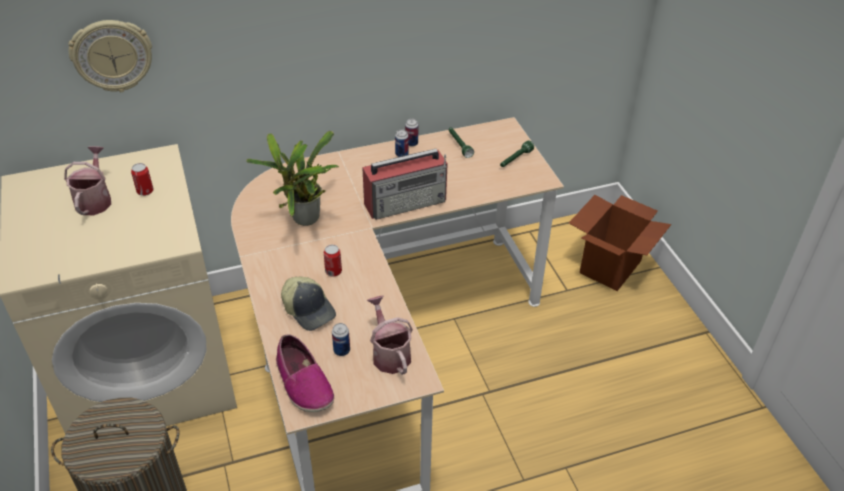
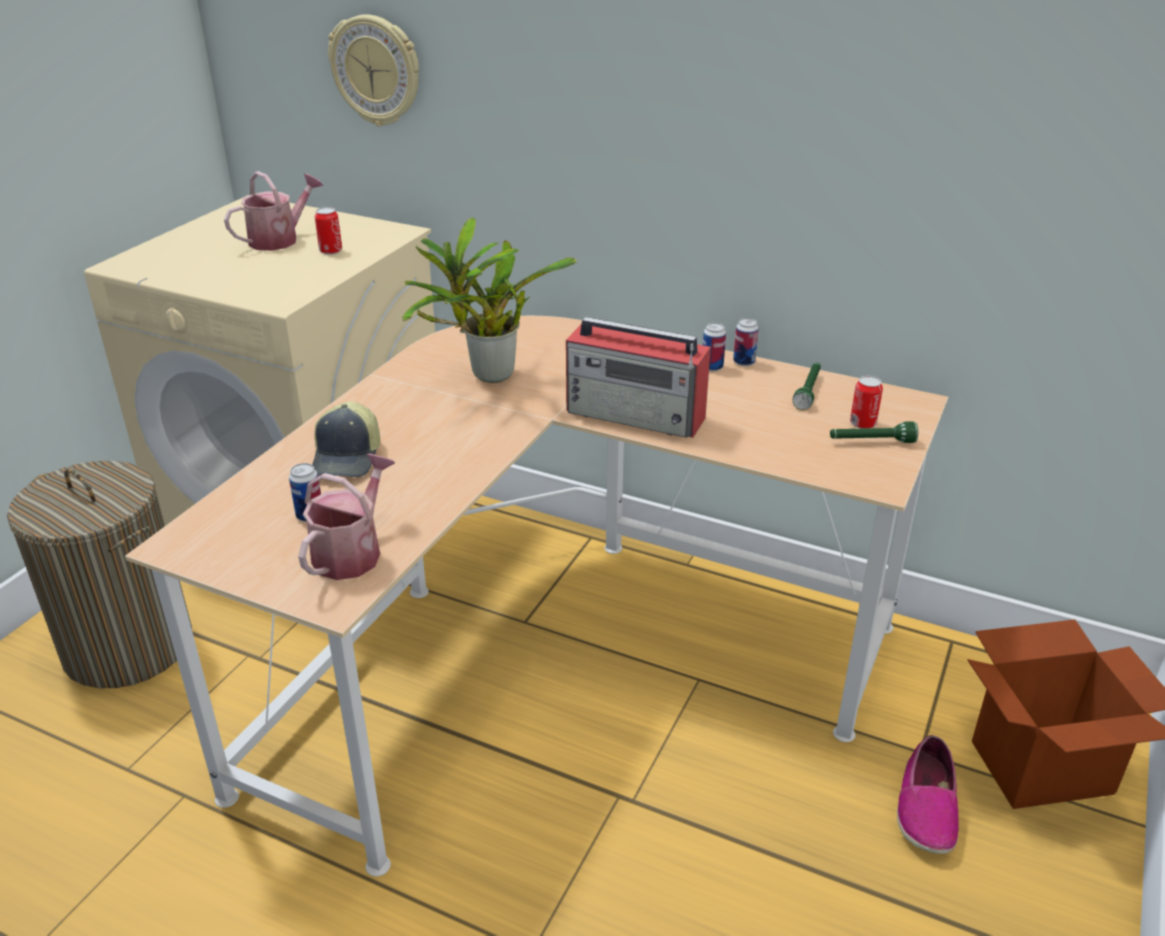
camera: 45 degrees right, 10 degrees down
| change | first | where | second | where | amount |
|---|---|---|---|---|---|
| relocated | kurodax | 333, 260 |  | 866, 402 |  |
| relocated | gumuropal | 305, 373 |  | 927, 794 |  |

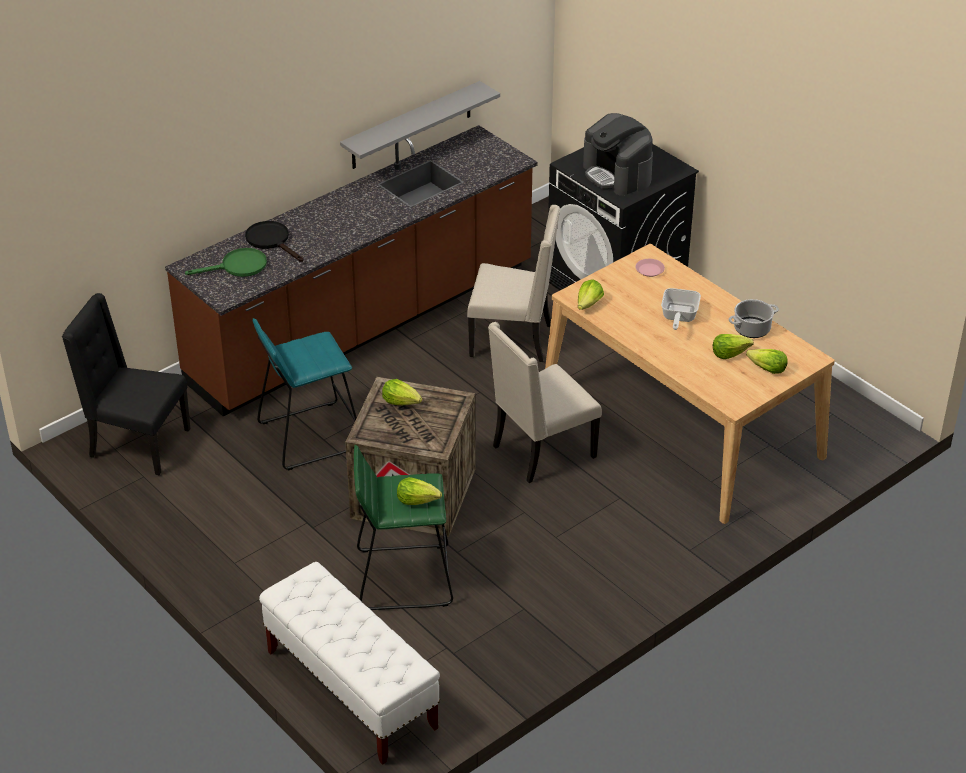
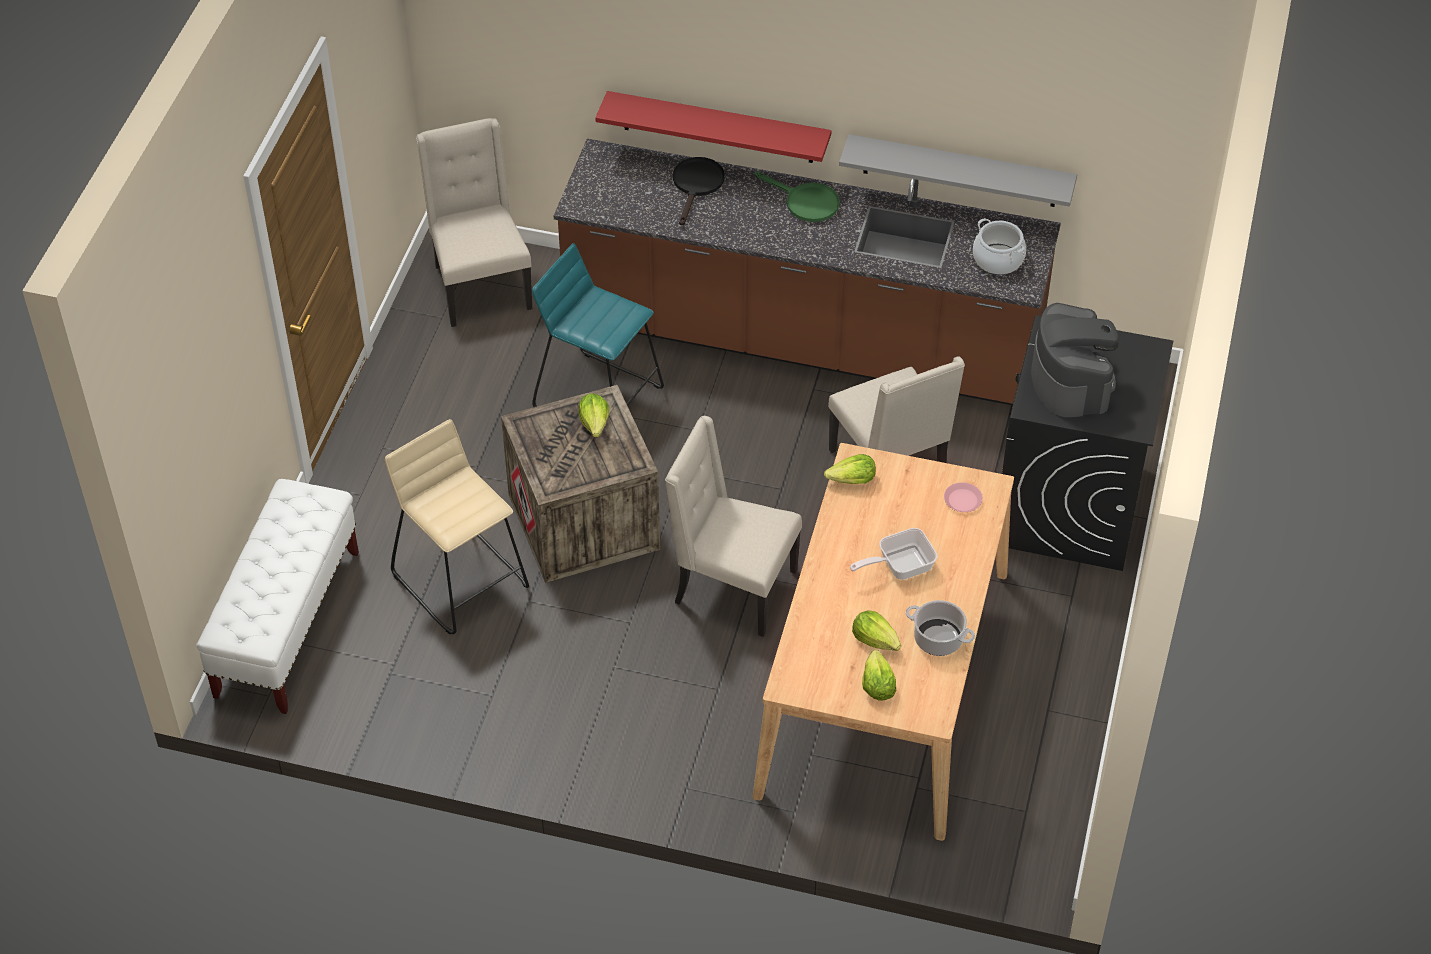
camera: 55 degrees right, 10 degrees up
| change | first | where | second | where | amount |
|---|---|---|---|---|---|
| spun | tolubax | 618, 154 |  | 1074, 360 | 150 degrees clockwise |
| relocated | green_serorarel | 226, 262 |  | 797, 196 |  |
| colour | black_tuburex | 126, 384 | beige_tuburex | 474, 222 |  |
| colour | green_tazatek | 403, 527 | beige_tazatek | 457, 526 |  |
| missing | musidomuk | 419, 491 |  |  |  |
| appeared |  |  | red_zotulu | 713, 127 |  |
| appeared |  |  | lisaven | 999, 246 |  |

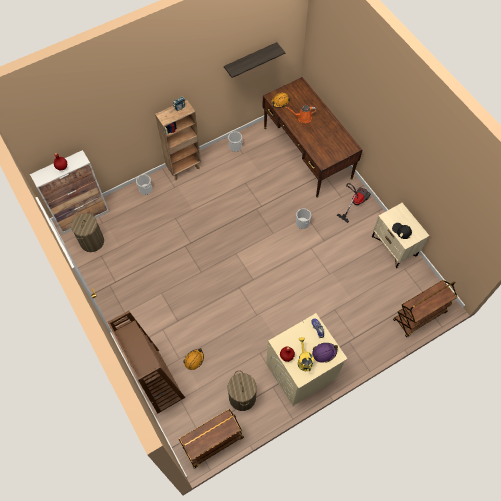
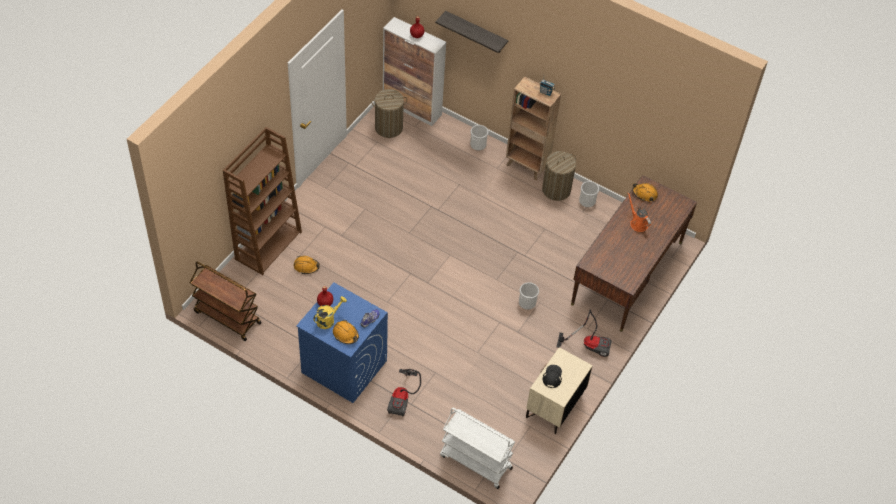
camera: 60 degrees right, 10 degrees down
| change | first | where | second | where | amount |
|---|---|---|---|---|---|
| relocated | zotulu | 254, 60 |  | 471, 32 |  |
| colour | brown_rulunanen | 425, 308 | white_rulunanen | 477, 448 |  |
| colour | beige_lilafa | 306, 359 | blue_lilafa | 342, 343 |  |
| colour | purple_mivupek | 325, 353 | orange_mivupek | 346, 332 |  |
| relocated | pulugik | 242, 390 |  | 559, 176 |  |
| appeared |  |  | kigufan | 404, 393 |  |

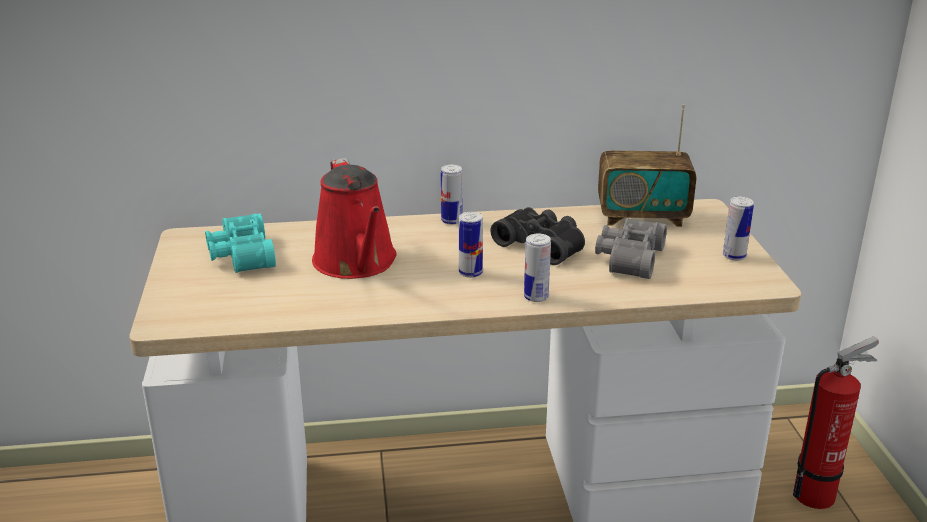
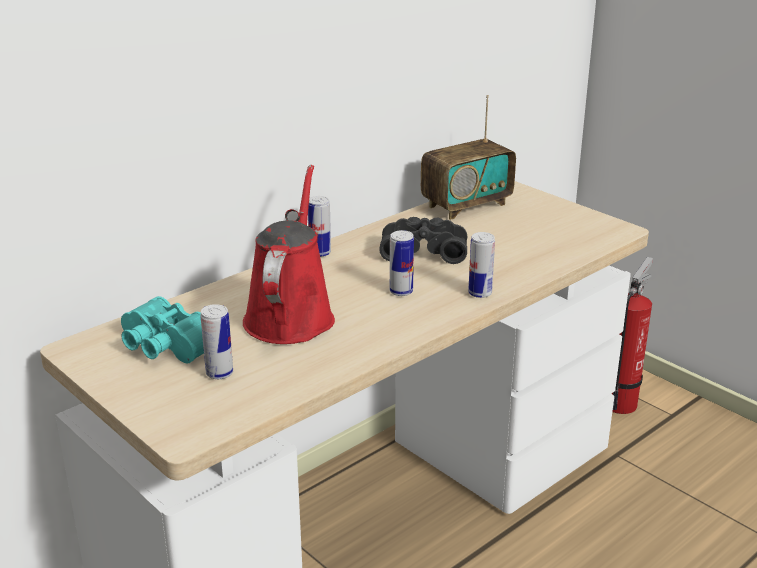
camera: 35 degrees left, 0 degrees up
| change | first | where | second | where | amount |
|---|---|---|---|---|---|
| spun | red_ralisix | 354, 218 |  | 289, 254 | 120 degrees counterclockwise |
| relocated | kurodax | 738, 229 |  | 216, 341 |  |
| missing | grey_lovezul | 631, 248 |  |  |  |

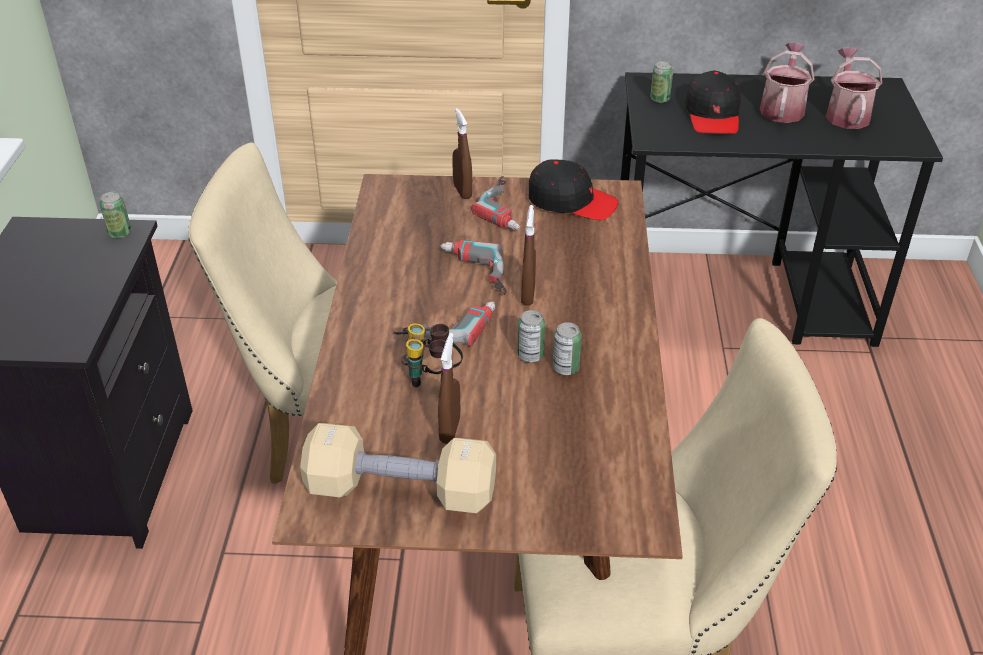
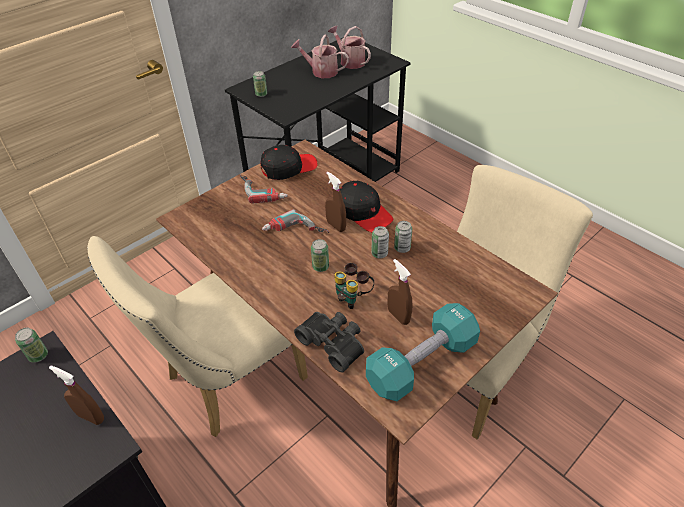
camera: 45 degrees left, 5 degrees up
| change | first | where | second | where | amount |
|---|---|---|---|---|---|
| spun | ralisix | 787, 83 |  | 320, 56 | 45 degrees counterclockwise |
| relocated | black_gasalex | 713, 102 |  | 366, 206 |  |
| relocated | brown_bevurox | 462, 153 |  | 76, 395 |  |
| exchanged | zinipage | 444, 324 | kurodax | 320, 255 |  |
| colour | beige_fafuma | 398, 468 | turquoise_fafuma | 423, 352 |  |
| appeared |  |  | black_lovezul | 329, 342 |  |

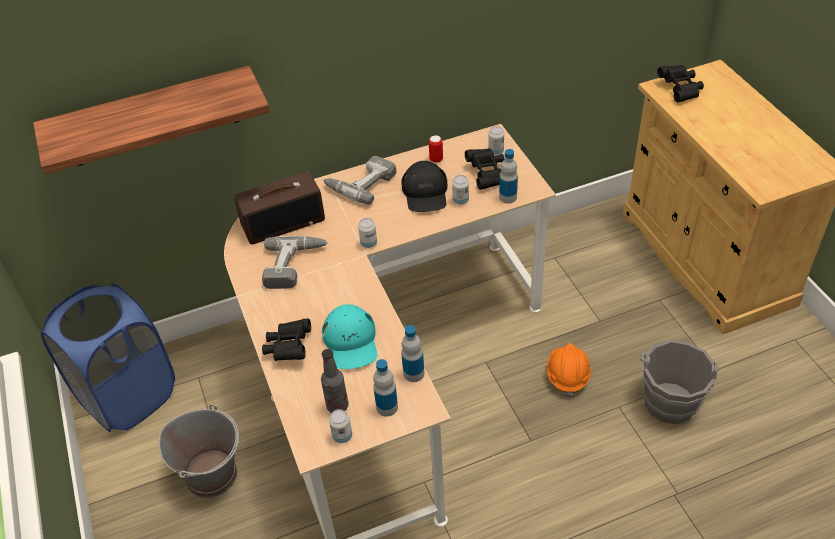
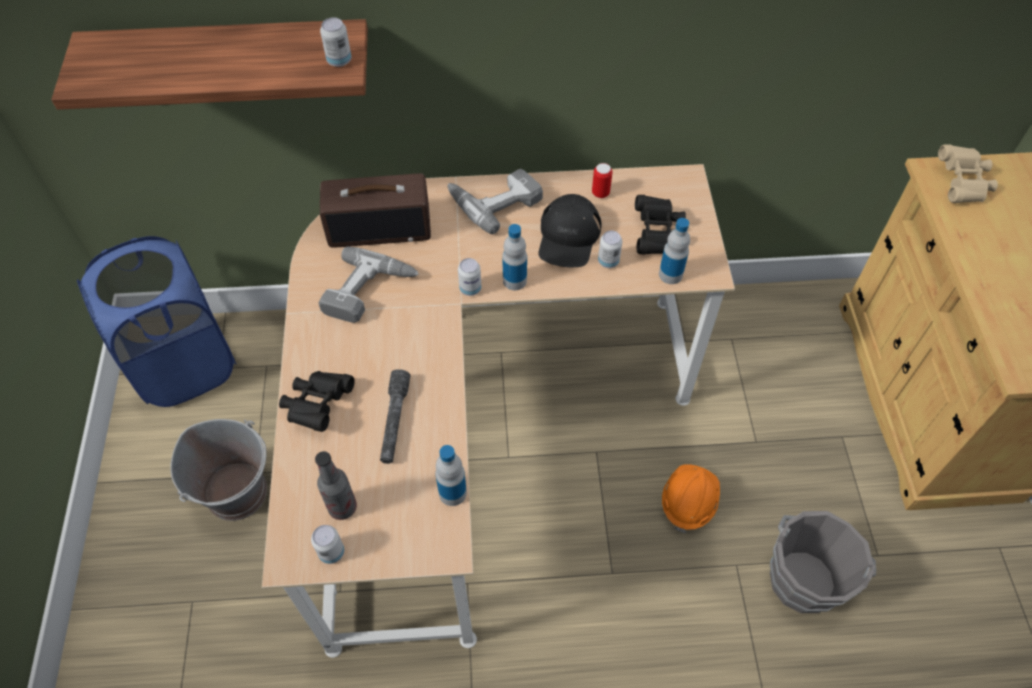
camera: 15 degrees right, 10 degrees up
| change | first | where | second | where | amount |
|---|---|---|---|---|---|
| colour | black_lovezul | 680, 83 | beige_lovezul | 968, 174 |  |
| relocated | kurodax | 496, 140 |  | 336, 42 |  |
| exchanged | turquoise_gasalex | 349, 336 | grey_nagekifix | 395, 416 |  |
| relocated | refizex | 385, 388 |  | 514, 257 |  |

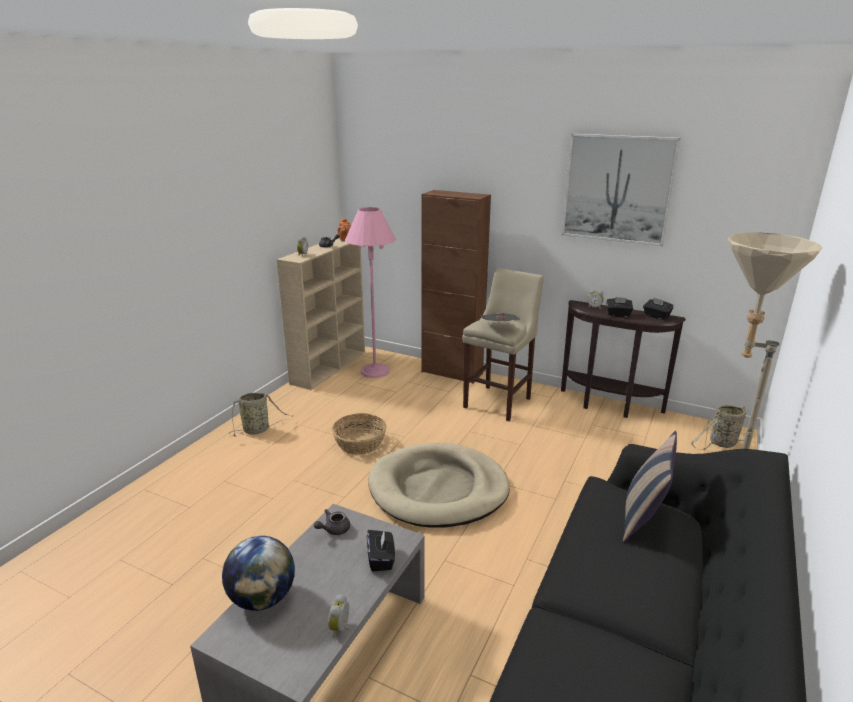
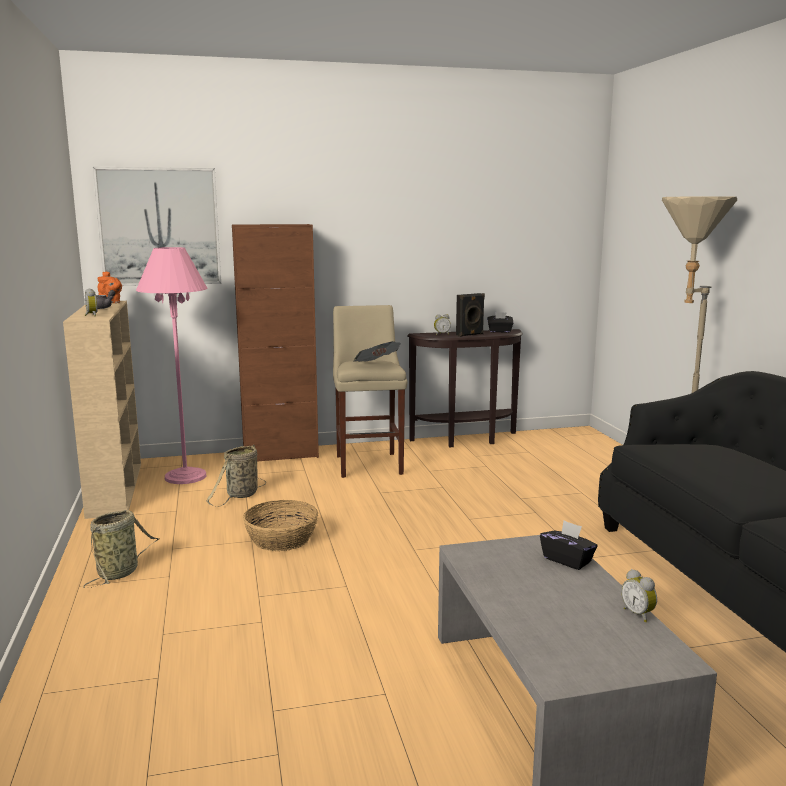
camera: 40 degrees left, 10 degrees down
| change | first | where | second | where | amount |
|---|---|---|---|---|---|
| relocated | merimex | 621, 190 |  | 157, 226 |  |
| exchanged | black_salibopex | 619, 307 | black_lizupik | 470, 315 |  |
| relocated | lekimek | 718, 427 |  | 236, 476 |  |
| missing | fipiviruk | 650, 487 |  |  |  |
| missing | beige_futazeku | 439, 485 |  |  |  |
| missing | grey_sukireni | 332, 522 |  |  |  |
| missing | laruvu | 258, 573 |  |  |  |

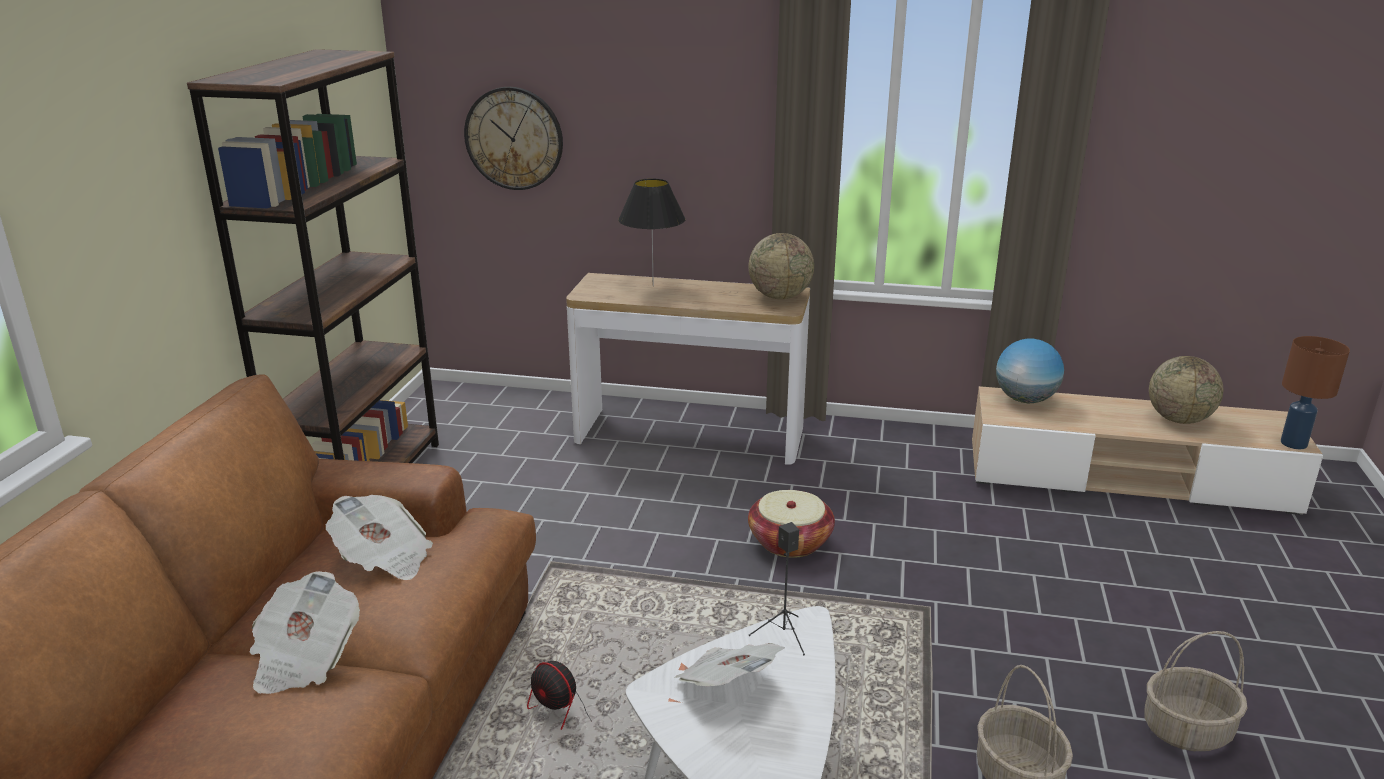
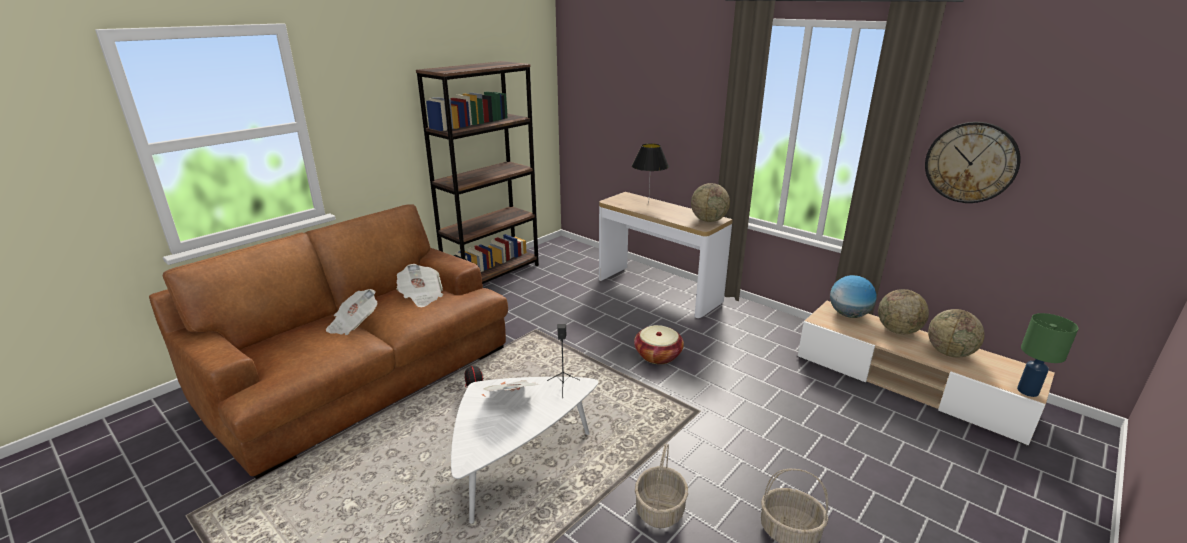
camera: 30 degrees right, 0 degrees up
| change | first | where | second | where | amount |
|---|---|---|---|---|---|
| relocated | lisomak | 513, 138 |  | 973, 162 |  |
| colour | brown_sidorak | 1315, 392 | green_sidorak | 1048, 355 |  |
| appeared |  |  | laruvu | 903, 311 |  |

